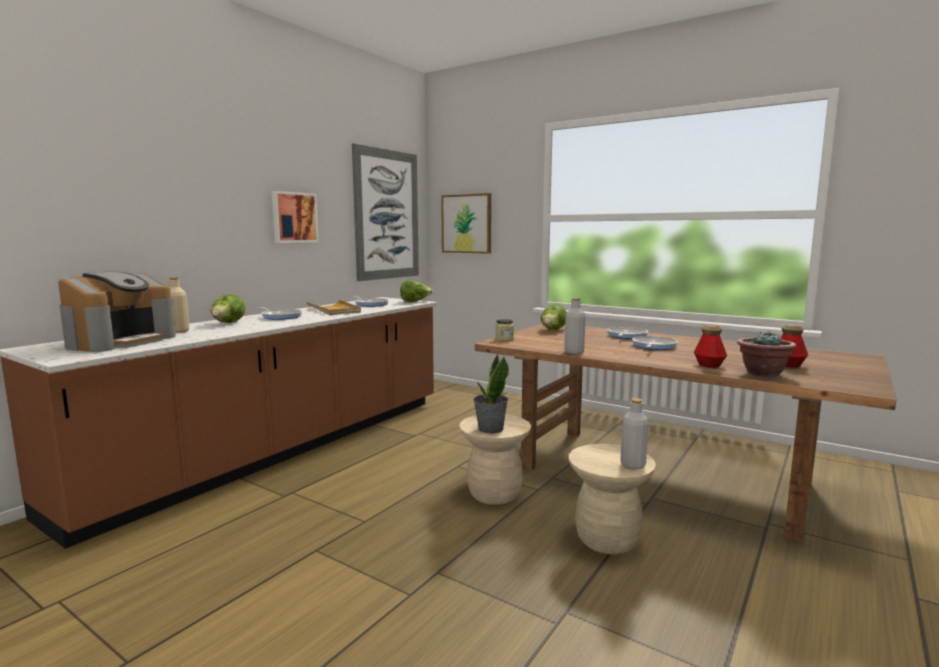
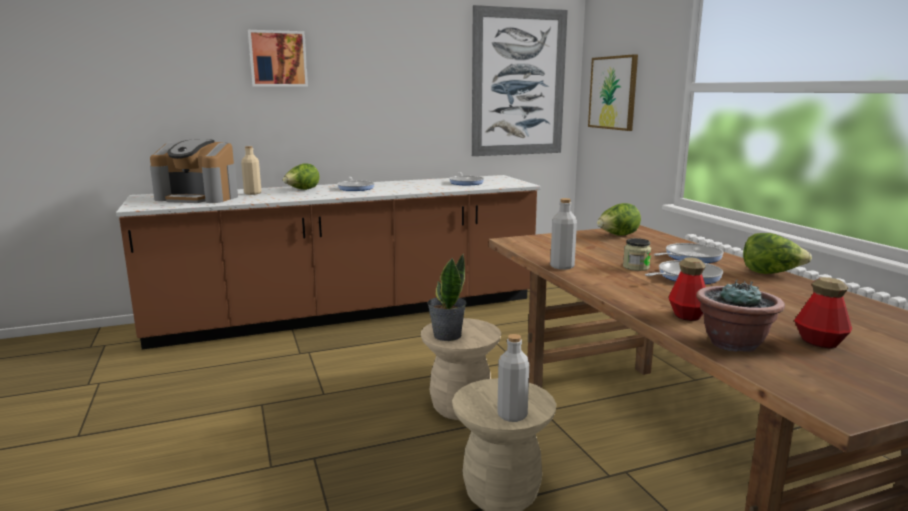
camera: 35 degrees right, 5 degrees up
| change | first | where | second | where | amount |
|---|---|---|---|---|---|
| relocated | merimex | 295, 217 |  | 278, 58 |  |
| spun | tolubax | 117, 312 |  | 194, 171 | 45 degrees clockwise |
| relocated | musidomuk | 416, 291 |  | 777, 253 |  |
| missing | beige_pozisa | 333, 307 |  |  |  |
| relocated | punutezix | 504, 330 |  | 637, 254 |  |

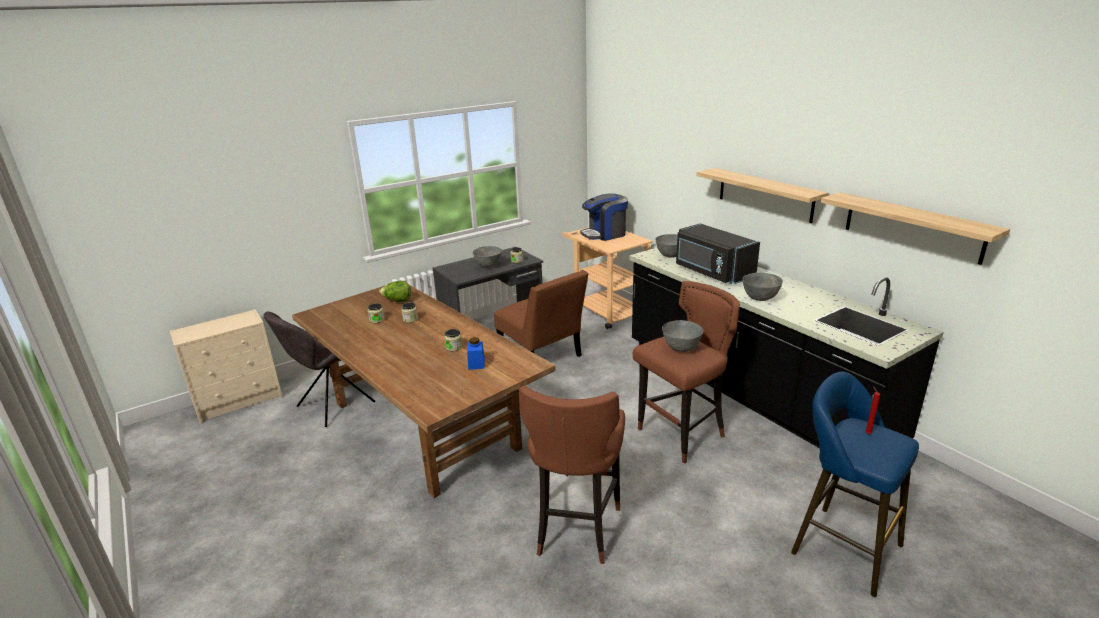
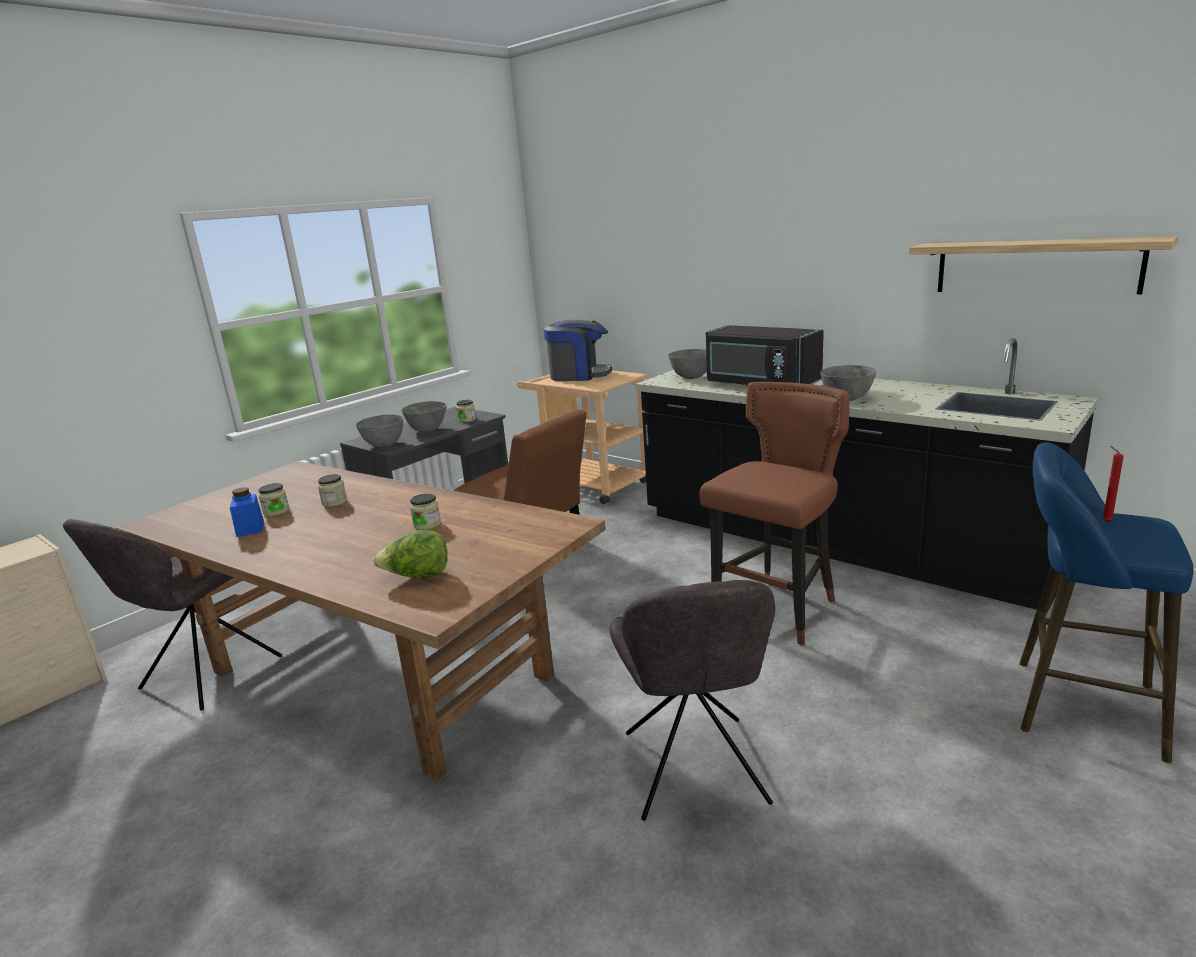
camera: 15 degrees left, 5 degrees down
| change | first | where | second | where | amount |
|---|---|---|---|---|---|
| missing | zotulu | 762, 195 |  |  |  |
| spun | tolubax | 604, 217 |  | 577, 350 | 135 degrees counterclockwise |
| relocated | musidomuk | 395, 291 |  | 410, 554 |  |
| relocated | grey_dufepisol | 682, 336 |  | 380, 431 |  |
| relocated | blue_punutezix | 476, 353 |  | 247, 512 |  |
| exchanged | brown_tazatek | 572, 475 | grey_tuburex | 692, 700 |  |

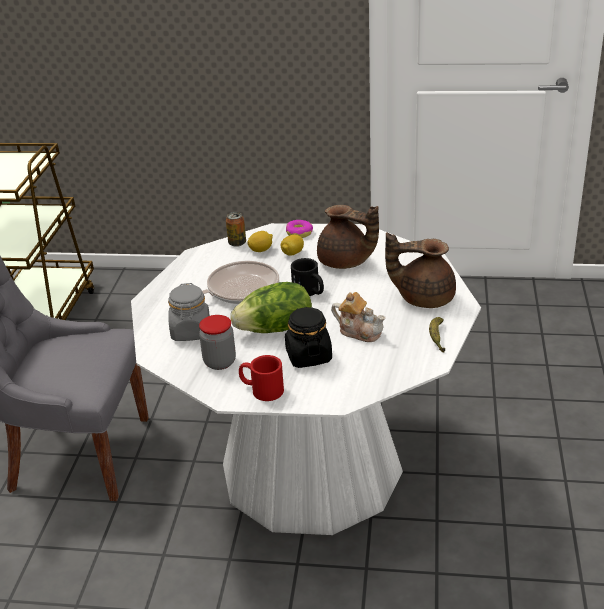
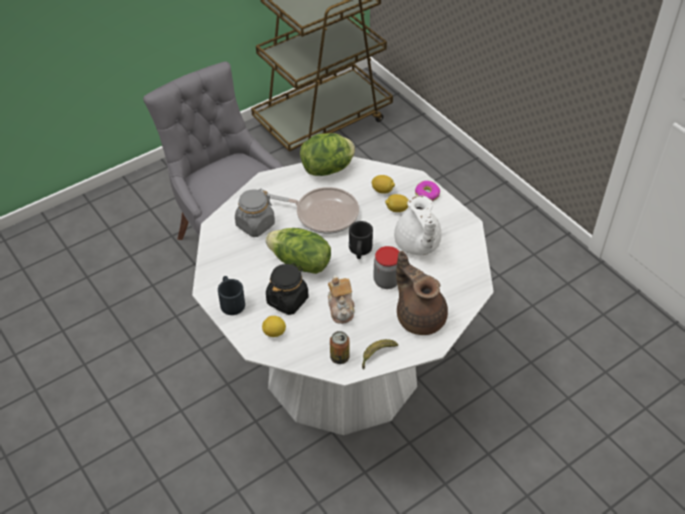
camera: 45 degrees right, 15 degrees up
| change | first | where | second | where | amount |
|---|---|---|---|---|---|
| colour | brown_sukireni | 348, 237 | white_sukireni | 418, 225 |  |
| relocated | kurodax | 236, 229 |  | 340, 347 |  |
| relocated | punutezix | 217, 342 |  | 386, 267 |  |
| colour | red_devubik | 261, 378 | black_devubik | 231, 295 |  |
| appeared |  |  | musidomuk | 327, 154 |  |
| appeared |  |  | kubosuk | 274, 326 |  |

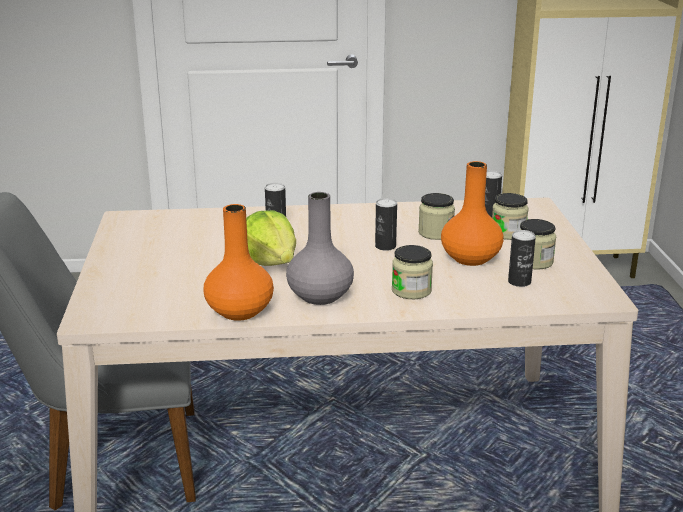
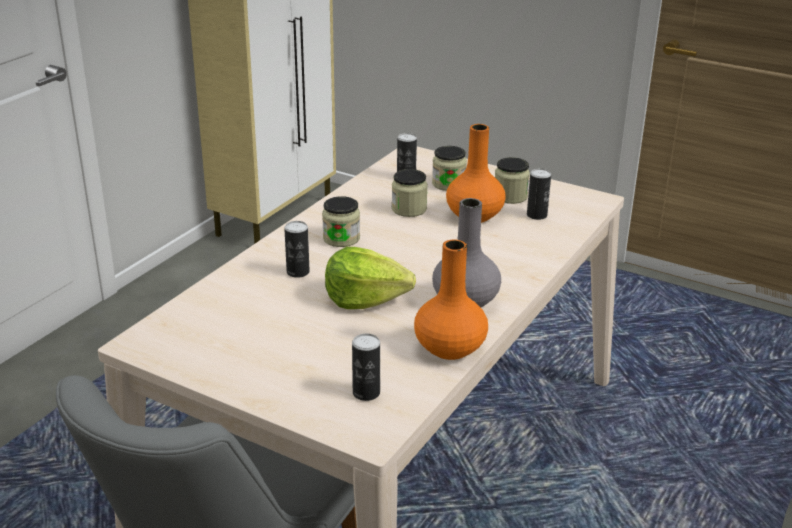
camera: 55 degrees left, 5 degrees up
| change | first | where | second | where | amount |
|---|---|---|---|---|---|
| relocated | kurodax | 386, 224 |  | 366, 367 |  |
| relocated | punutezix | 412, 272 |  | 341, 221 |  |

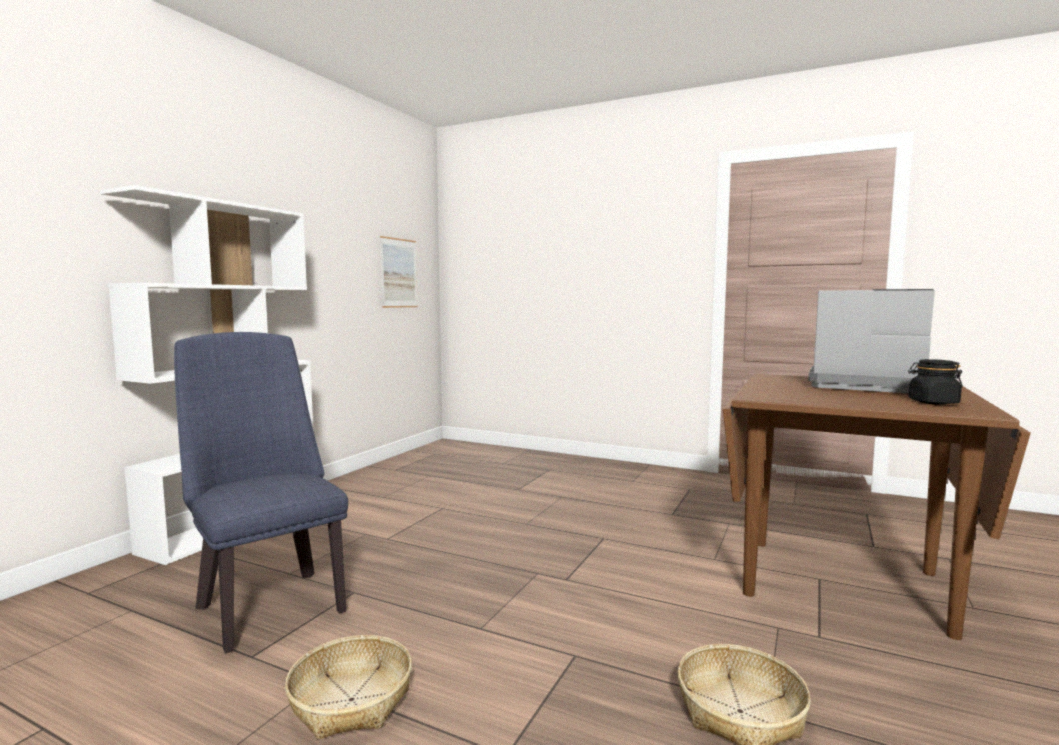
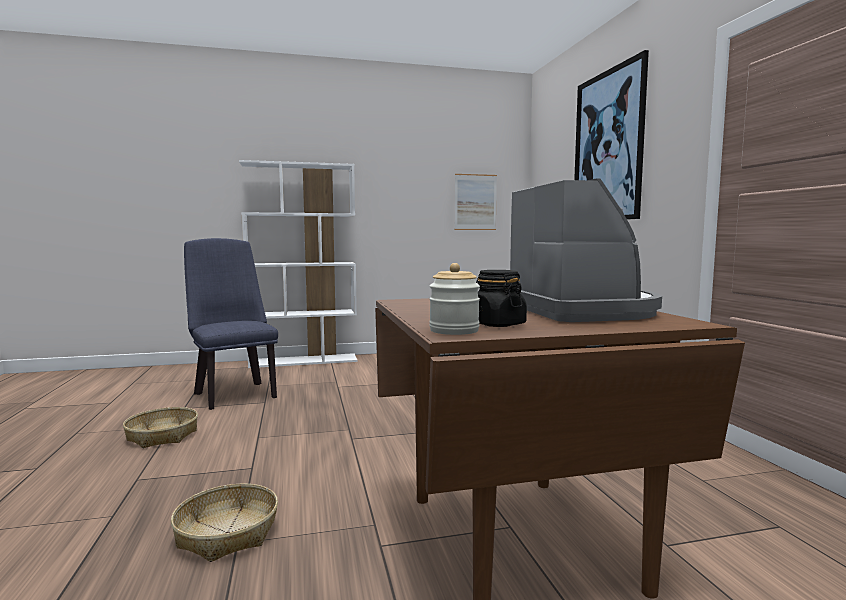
camera: 50 degrees right, 0 degrees up
| change | first | where | second | where | amount |
|---|---|---|---|---|---|
| spun | blue_tuburex | 261, 492 |  | 231, 324 | 45 degrees counterclockwise |
| appeared |  |  | merimex | 611, 135 |  |
| appeared |  |  | punutezix | 454, 299 |  |

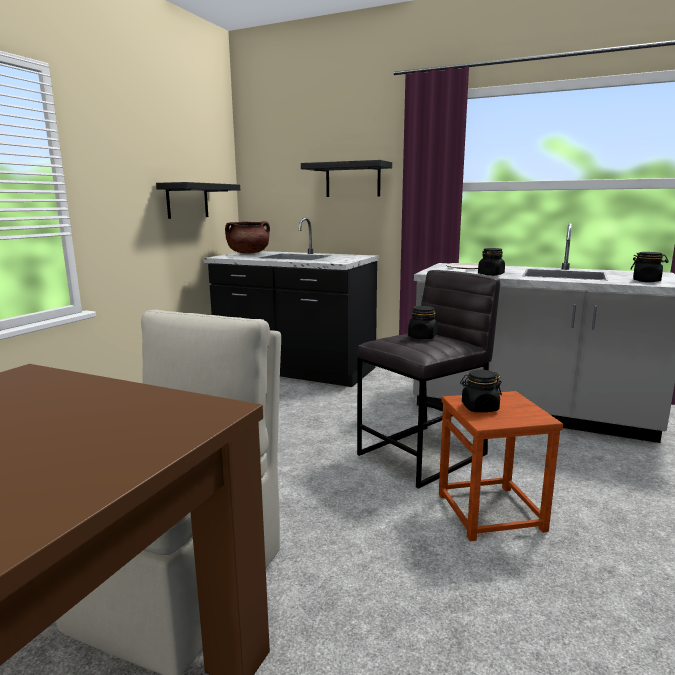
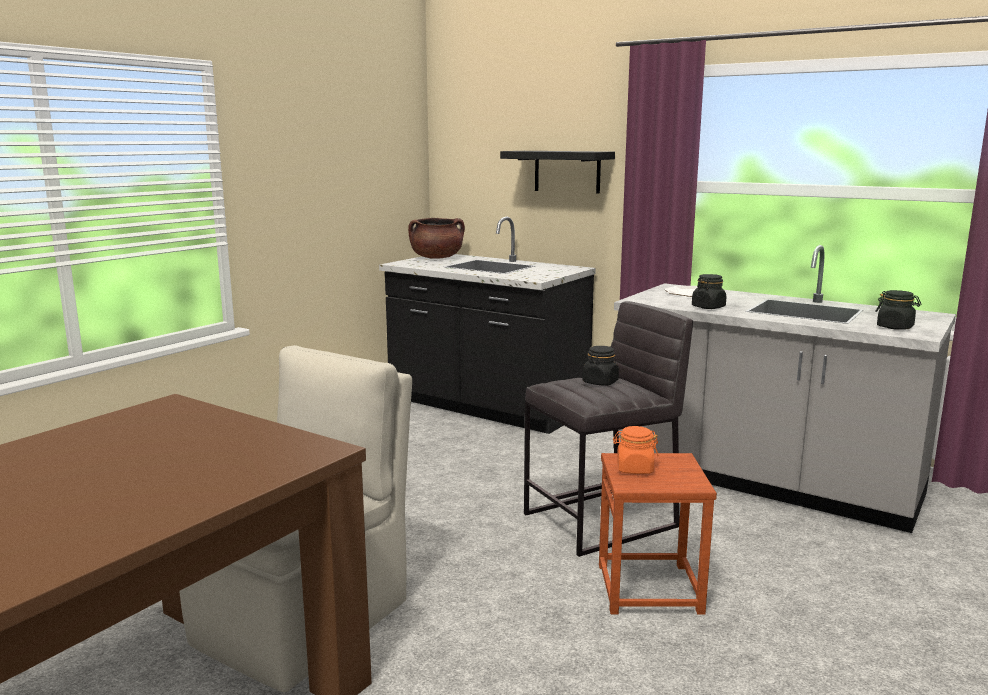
camera: 10 degrees right, 0 degrees up
| change | first | where | second | where | amount |
|---|---|---|---|---|---|
| missing | black_zotulu | 198, 200 |  |  |  |
| colour | black_punutezix | 481, 390 | orange_punutezix | 636, 450 |  |

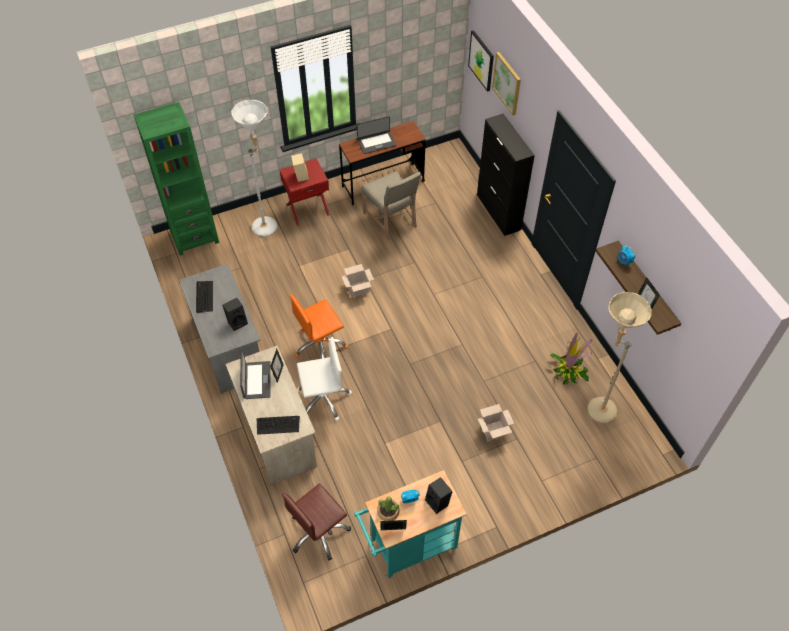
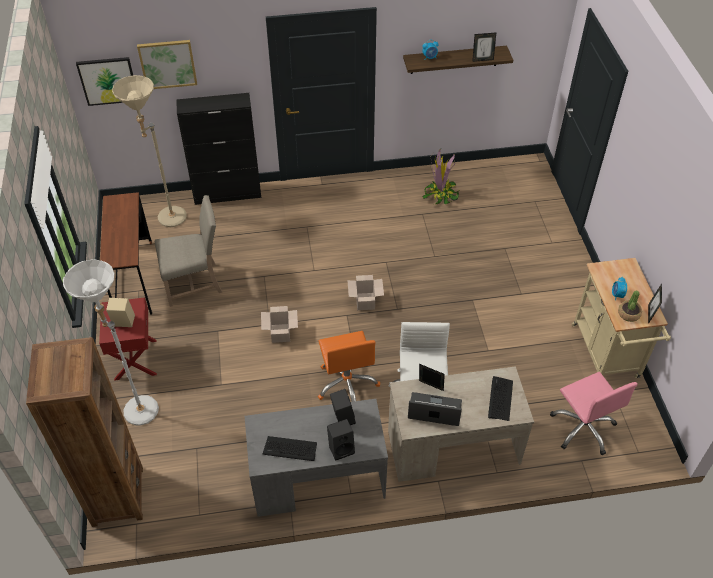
camera: 75 degrees left, 5 degrees down
| change | first | where | second | where | amount |
|---|---|---|---|---|---|
| colour | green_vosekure | 176, 178 | brown_vosekure | 84, 432 |  |
| missing | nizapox | 377, 135 |  |  |  |
| relocated | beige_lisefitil | 619, 358 |  | 149, 151 |  |
| relocated | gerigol | 496, 422 |  | 365, 292 |  |
| colour | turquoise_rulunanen | 410, 524 | beige_rulunanen | 621, 318 |  |
| relocated | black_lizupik | 439, 495 |  | 341, 440 |  |
| colour | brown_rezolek | 316, 522 | pink_rezolek | 594, 413 |  |

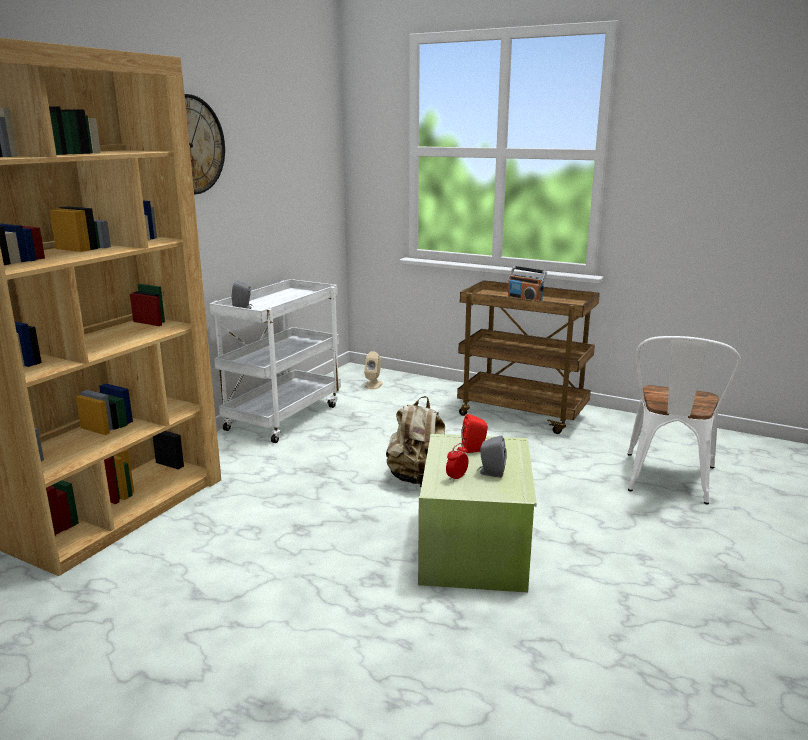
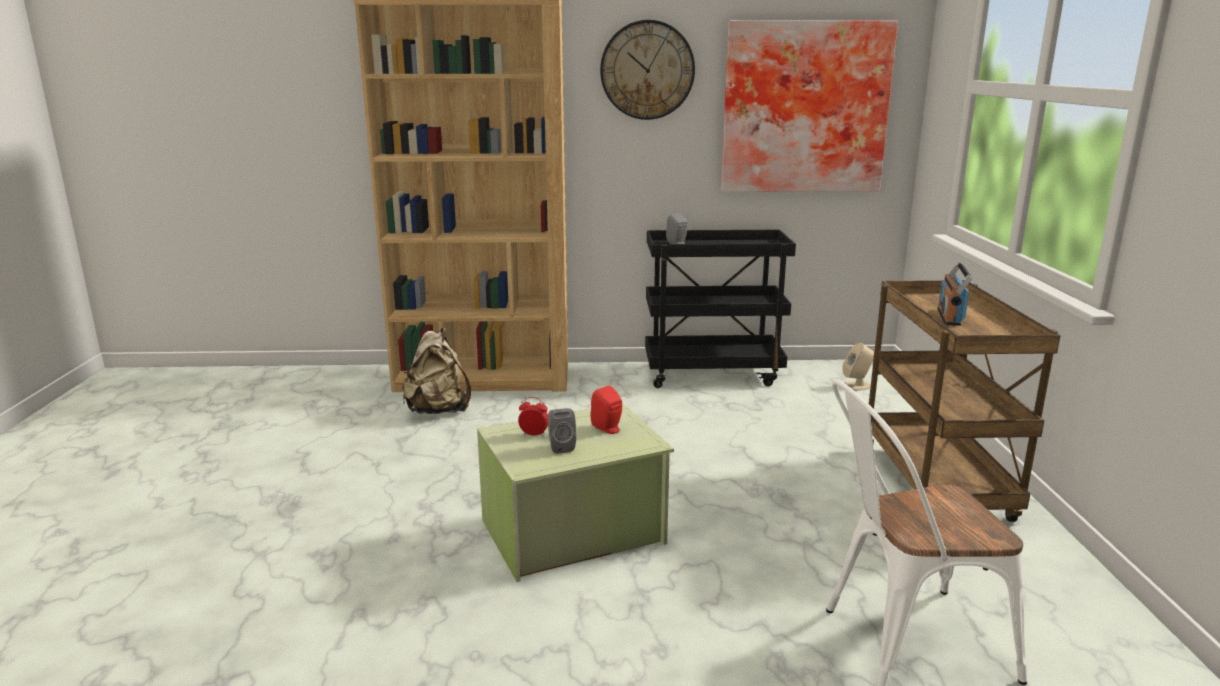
camera: 60 degrees right, 0 degrees up
| change | first | where | second | where | amount |
|---|---|---|---|---|---|
| colour | white_rulunanen | 275, 361 | black_rulunanen | 720, 308 |  |
| relocated | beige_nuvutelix | 415, 441 |  | 436, 371 |  |
| appeared |  |  | merimex | 809, 106 |  |

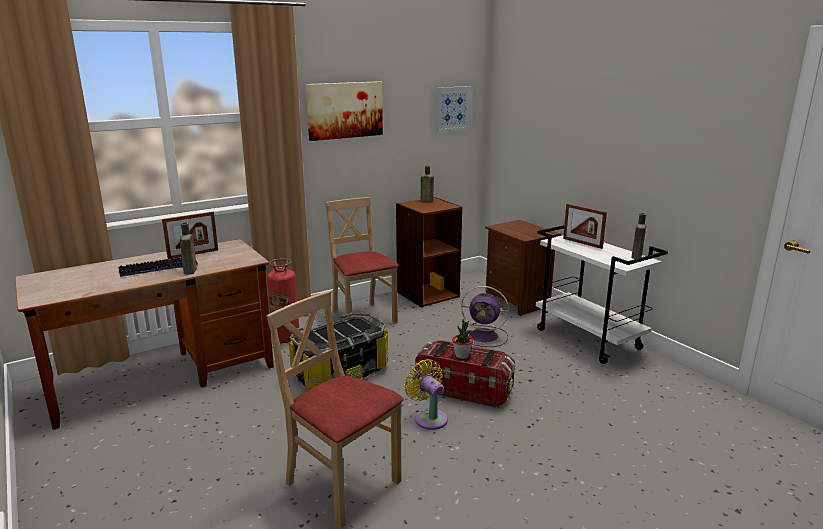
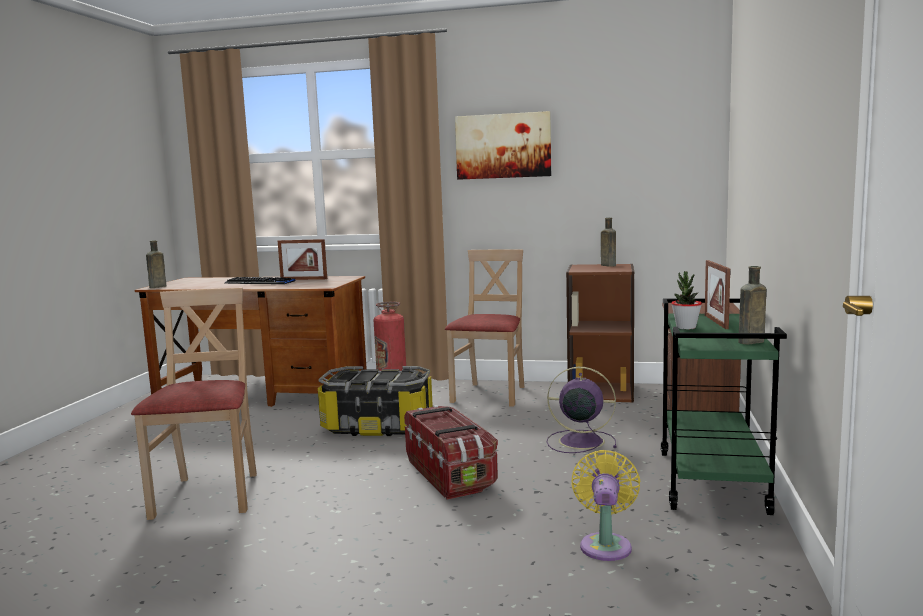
camera: 45 degrees right, 10 degrees down
| change | first | where | second | where | amount |
|---|---|---|---|---|---|
| missing | merimex | 453, 109 |  |  |  |
| relocated | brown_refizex | 188, 248 |  | 156, 264 |  |
| colour | white_rulunanen | 602, 294 | green_rulunanen | 724, 406 |  |
| spun | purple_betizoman | 485, 316 |  | 582, 410 | 135 degrees clockwise |
| relocated | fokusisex | 462, 339 |  | 686, 300 |  |
| relocated | yellow_betizoman | 426, 394 |  | 606, 505 |  |

